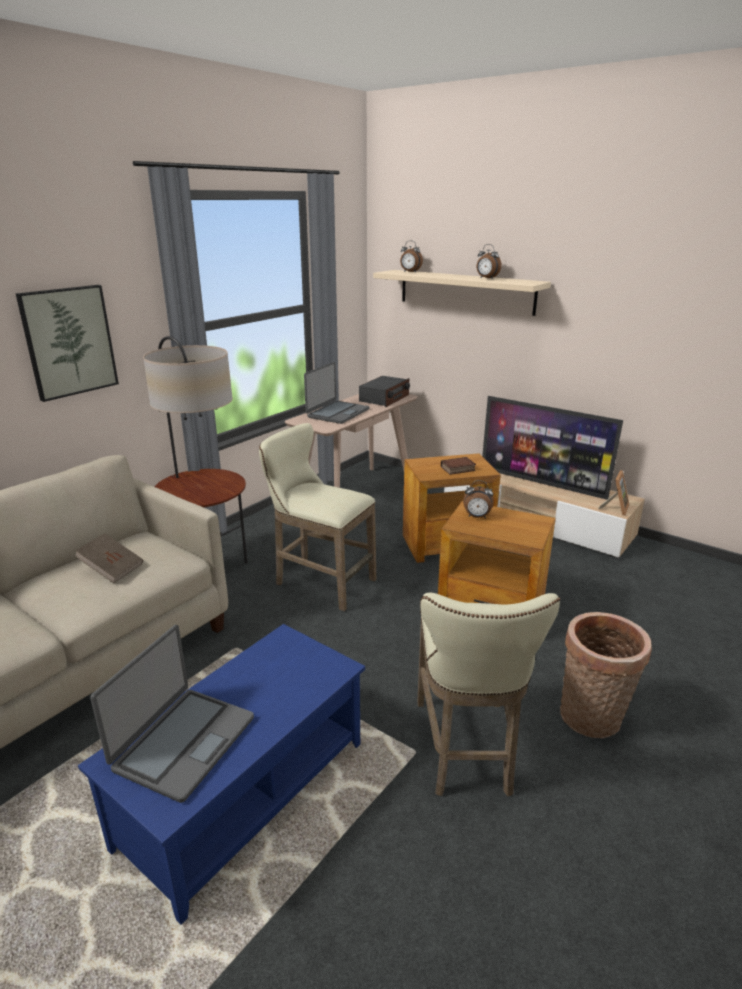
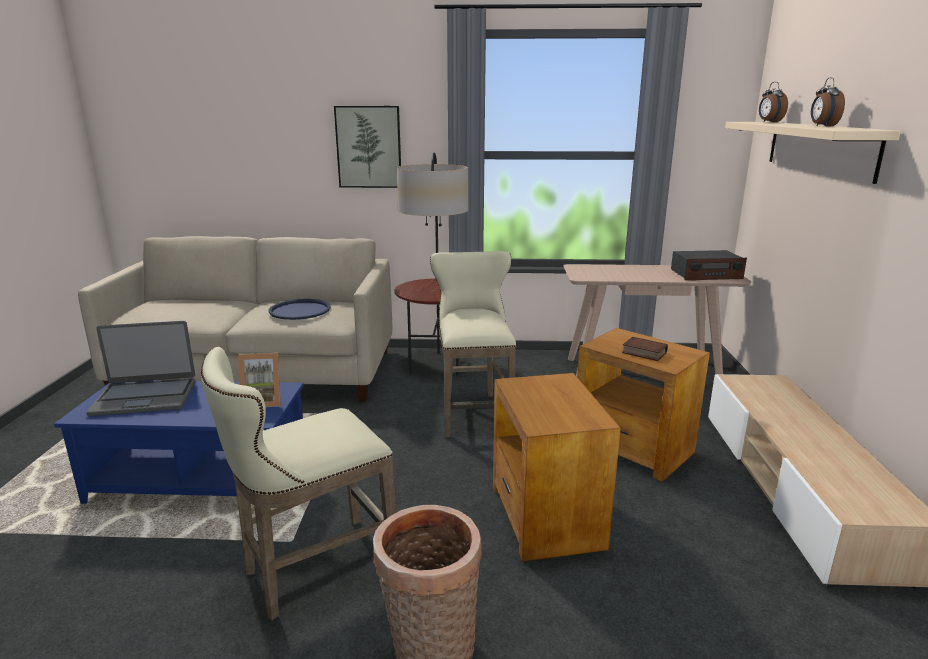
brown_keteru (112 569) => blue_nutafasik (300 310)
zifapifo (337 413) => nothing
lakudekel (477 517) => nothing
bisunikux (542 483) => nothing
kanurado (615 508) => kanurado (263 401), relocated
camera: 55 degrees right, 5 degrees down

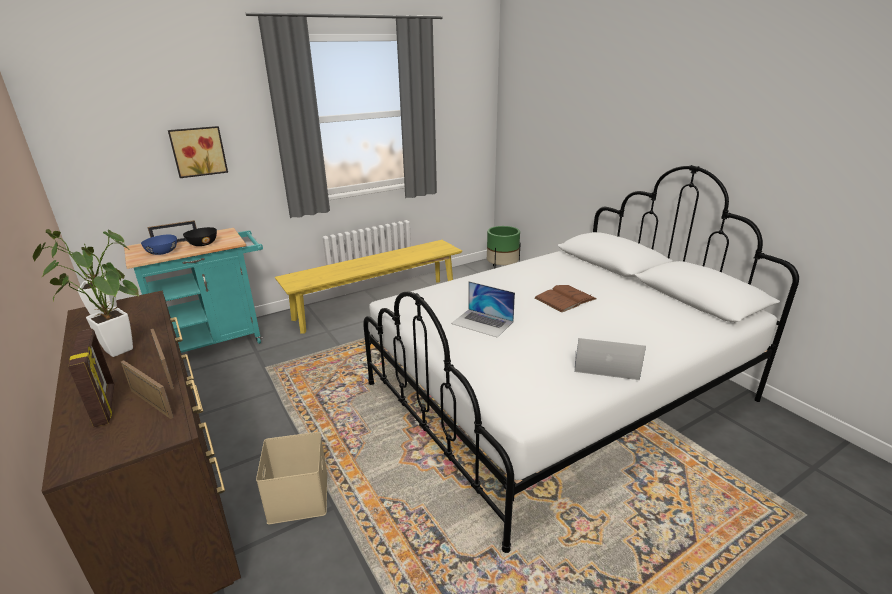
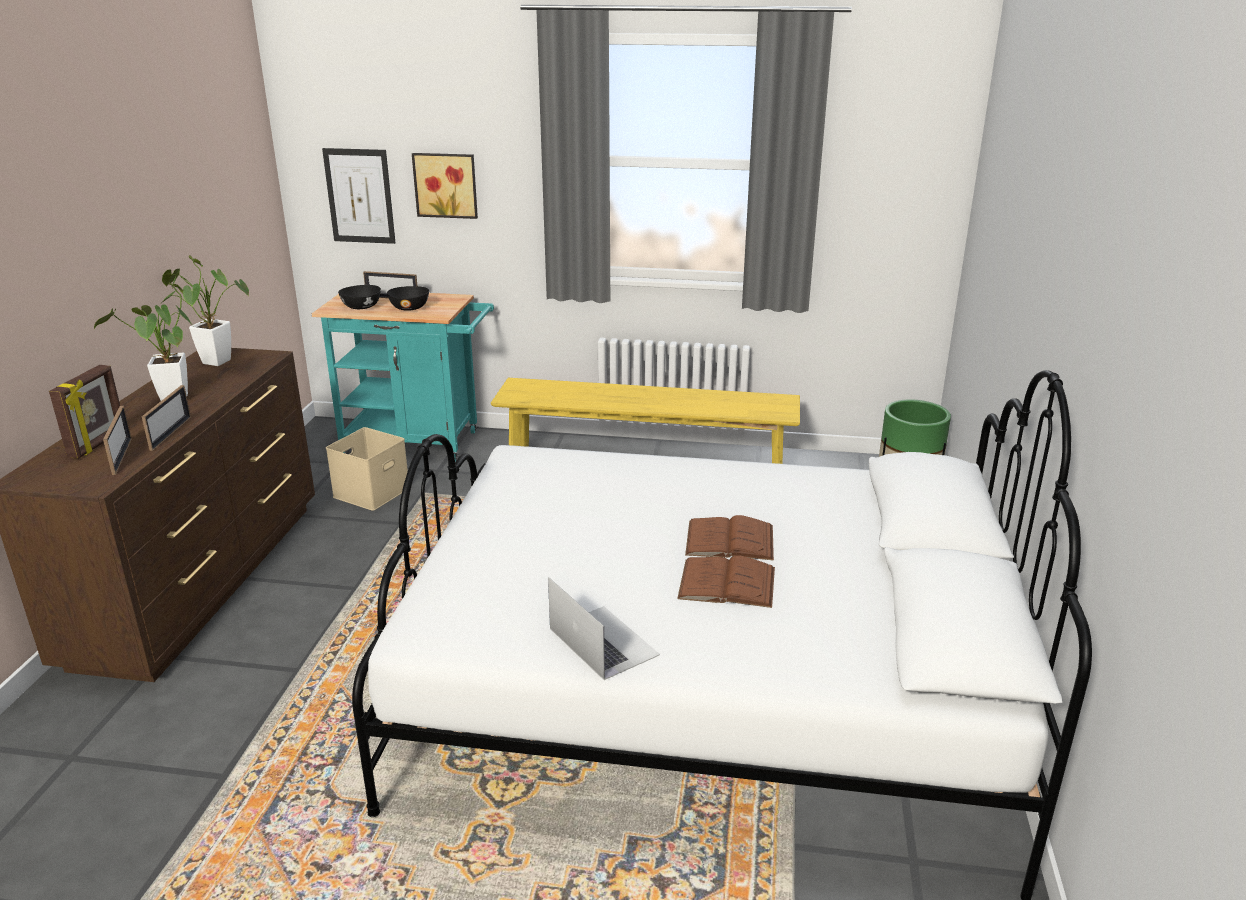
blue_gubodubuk (162 252) => black_gubodubuk (361 307)
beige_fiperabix (297 496) => beige_fiperabix (371 491), relocated
zifapifo (482 322) => nothing
nothing => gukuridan (359 196)
nothing => brown_keteru (727 583)
camera: 40 degrees right, 0 degrees up

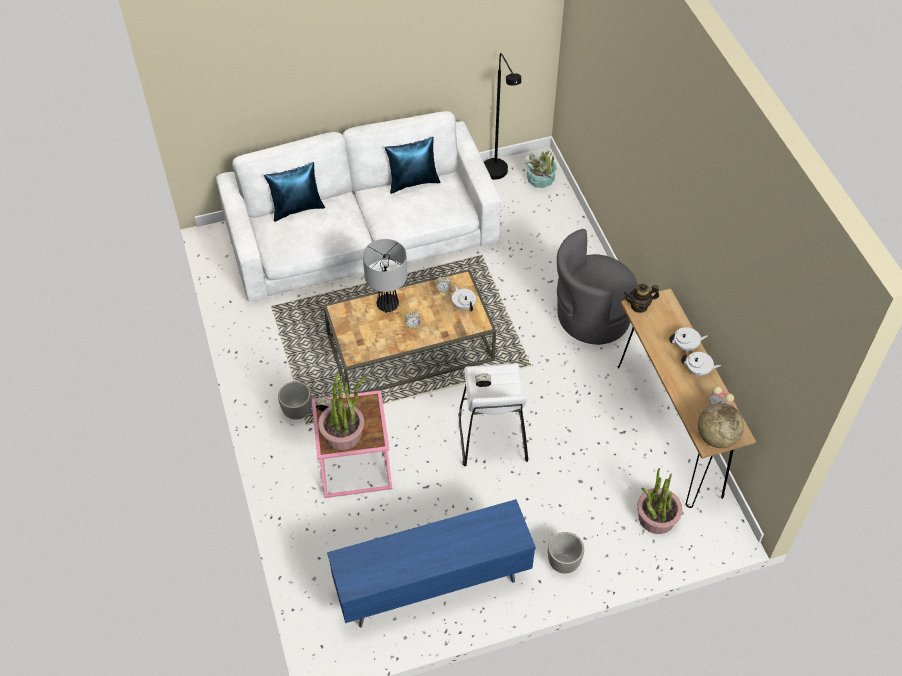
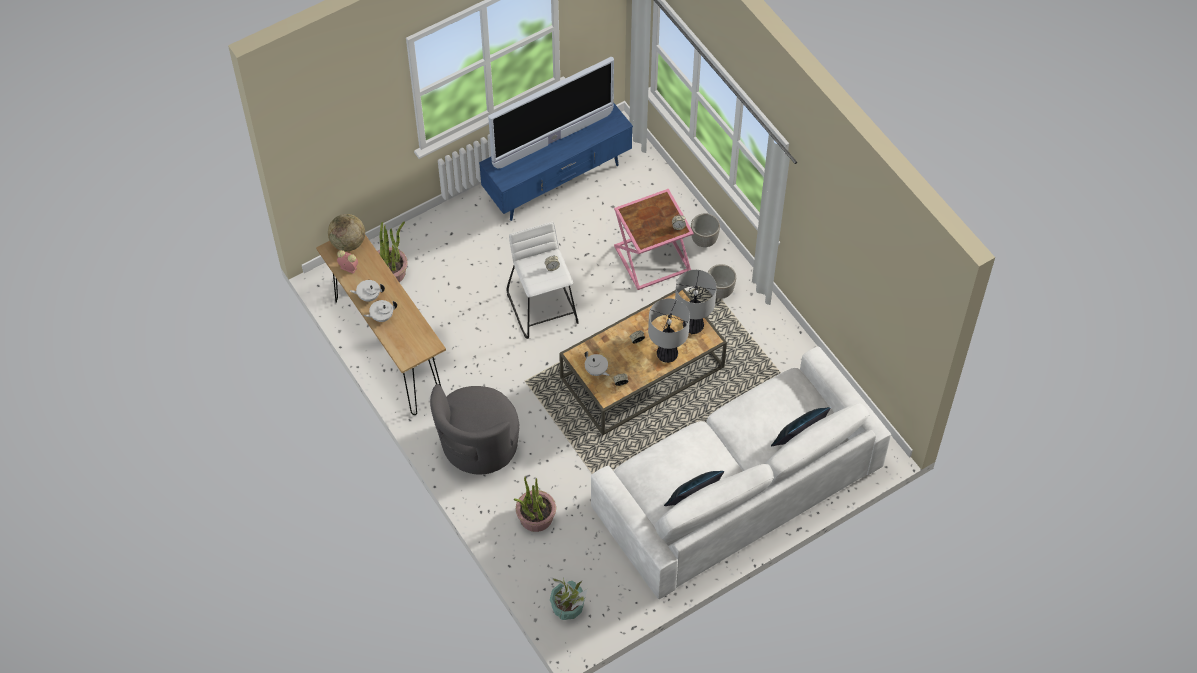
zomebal (343 433) => zomebal (536 517), relocated
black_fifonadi (498 175) => nothing
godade (563 563) => godade (704 240), relocated
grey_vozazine (591 317) => grey_vozazine (478 445), 150 degrees clockwise
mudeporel (639 306) => nothing
nothing => bisunikux (553 140)
nothing => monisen (693 326)
camera: 165 degrees right, 5 degrees up

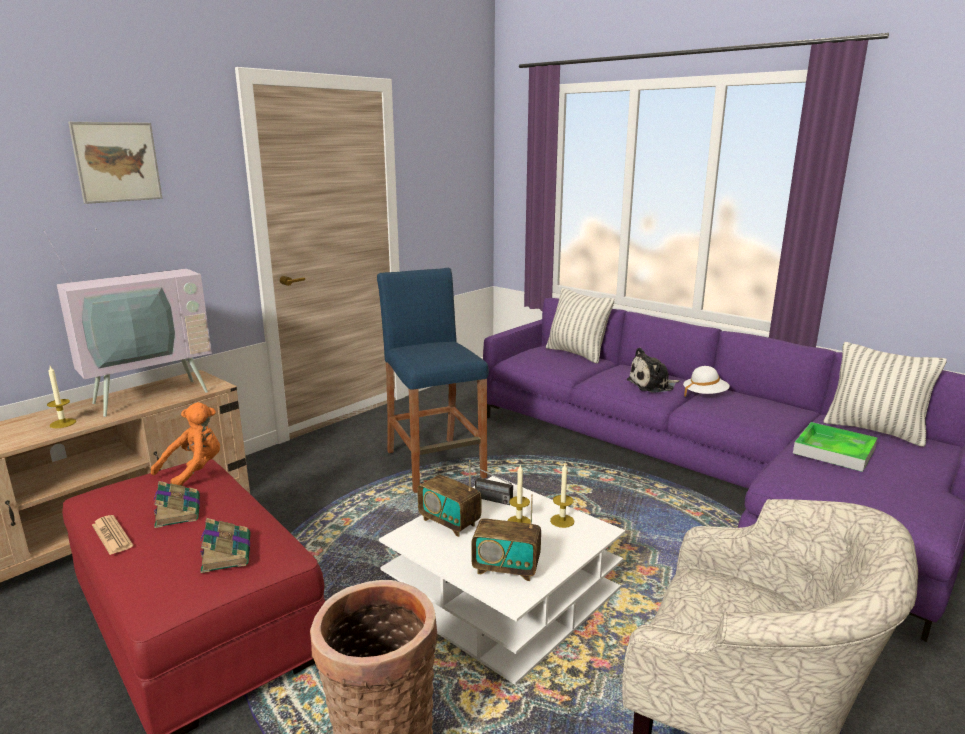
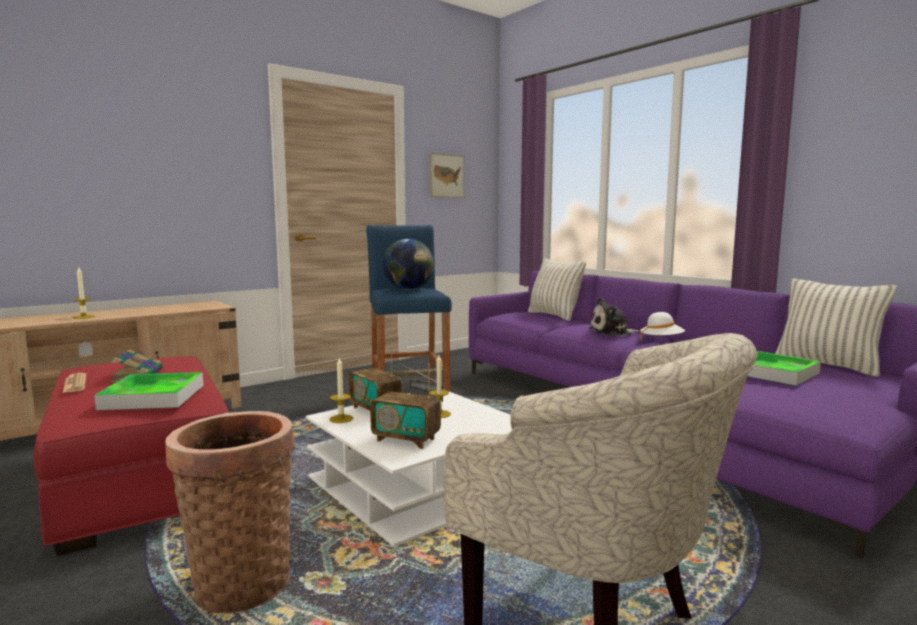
bisunikux (149 395) => nothing
gukuridan (117 162) => gukuridan (446 175), relocated
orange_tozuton (194 471) => nothing
keteru (226 553) => nutafasik (153 397)
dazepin (562 521) => dazepin (341 419), relocated
nothing => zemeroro (409 289)
camera: 10 degrees right, 10 degrees down

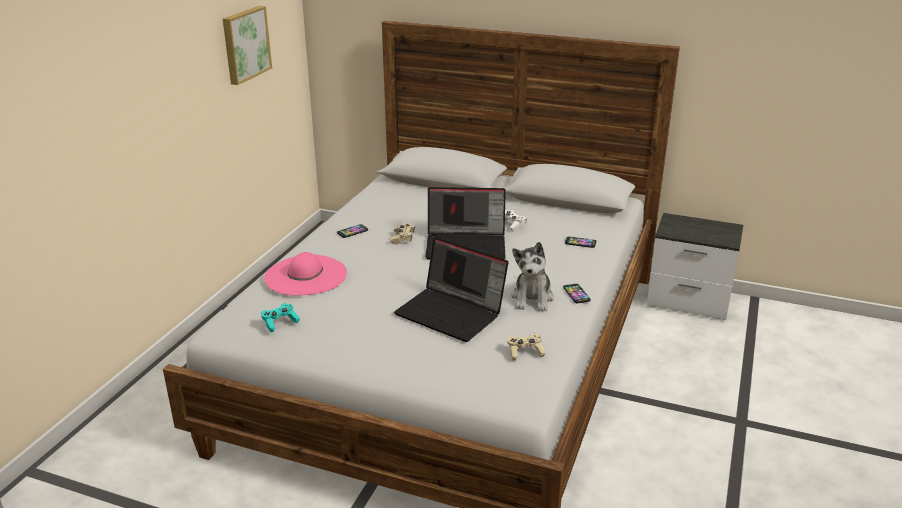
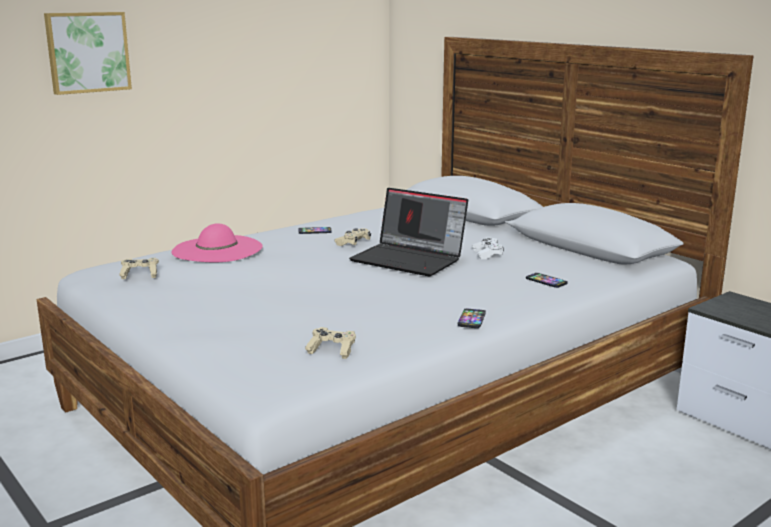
gukuridan (245 44) => gukuridan (87 52), relocated
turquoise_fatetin (280 323) => beige_fatetin (140 275)
zifapifo (452 313) => nothing
tozuton (532 298) => nothing
camera: 30 degrees right, 10 degrees down

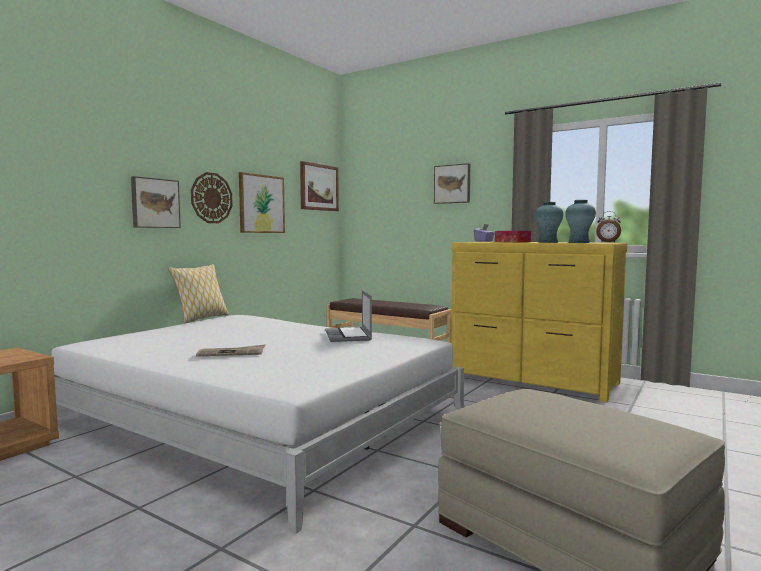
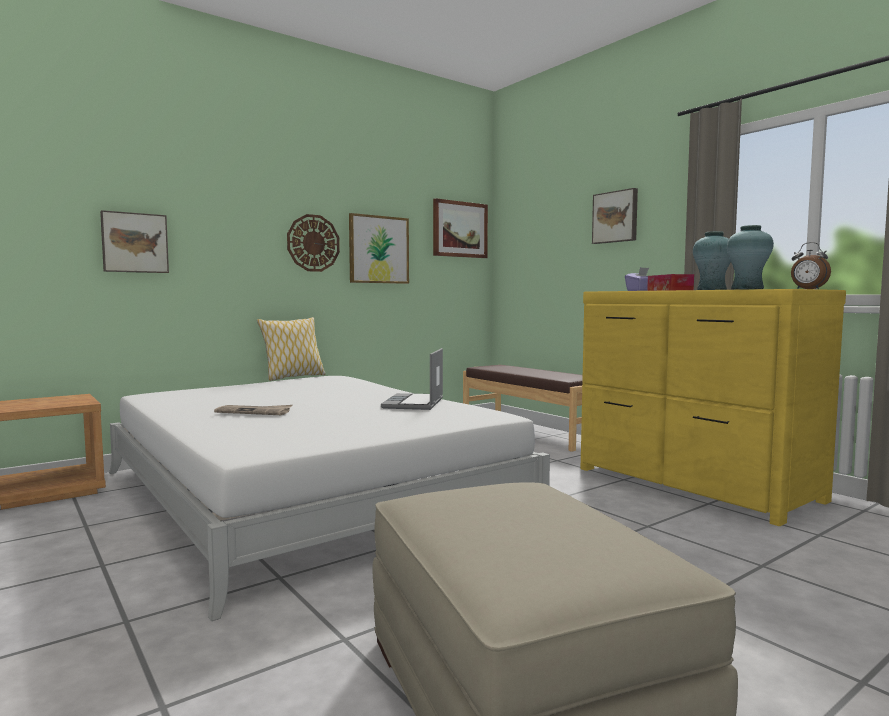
gukuridan (154 203) => gukuridan (134 243), relocated
camera: 20 degrees right, 0 degrees up

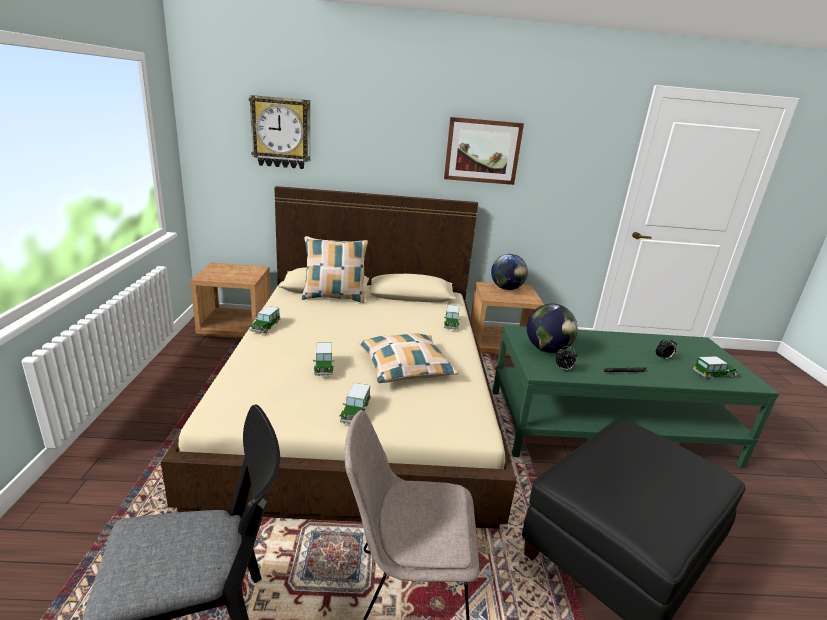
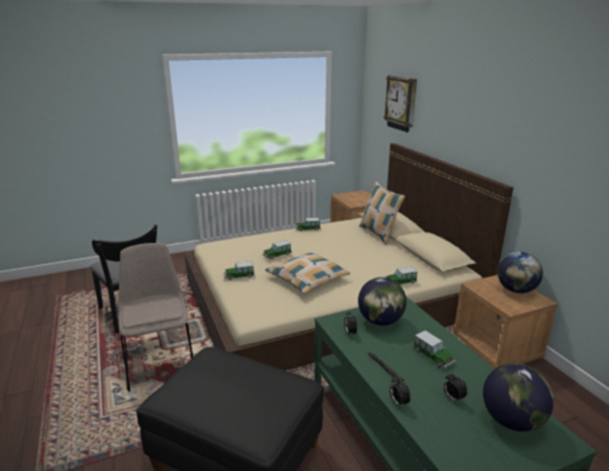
gukuridan (482 151) => nothing
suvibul (714 374) => suvibul (433 356), relocated
nothing => lakudekel (398 402)
nothing => zemeroro (511 421)
camera: 70 degrees right, 0 degrees up

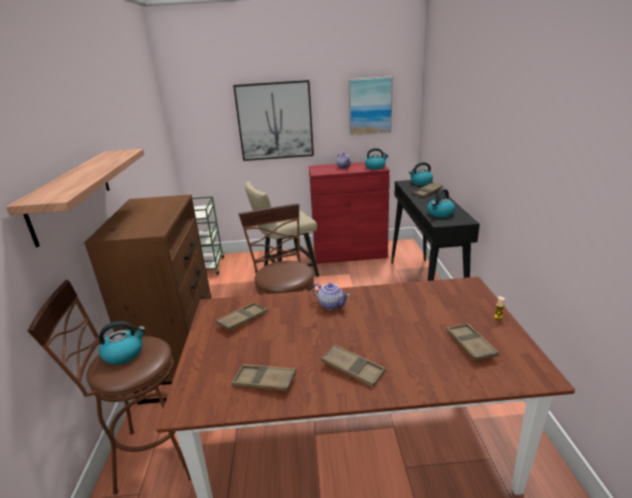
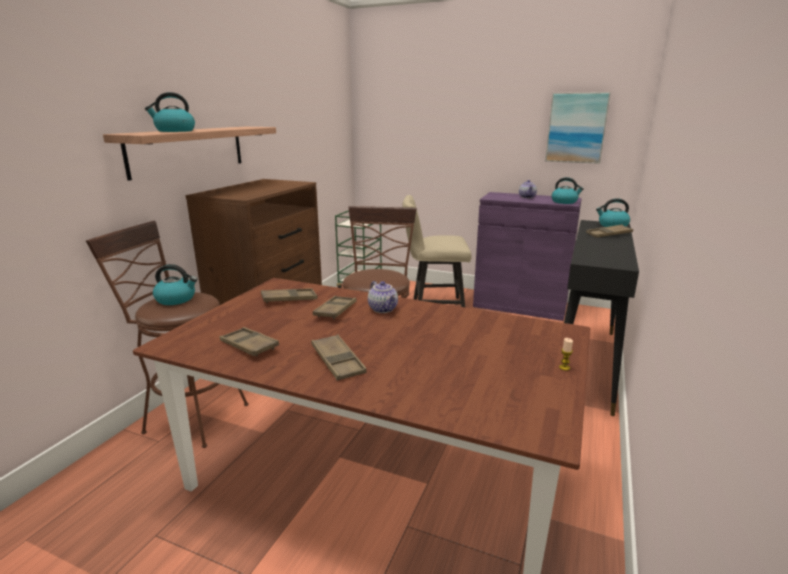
gukuridan (275 121) => nothing
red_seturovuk (349 253) => purple_seturovuk (520 305)
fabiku (440 214) => fabiku (174 131), relocated
brown_nutafasik (470 345) => brown_nutafasik (335 310), relocated
camera: 25 degrees right, 5 degrees down

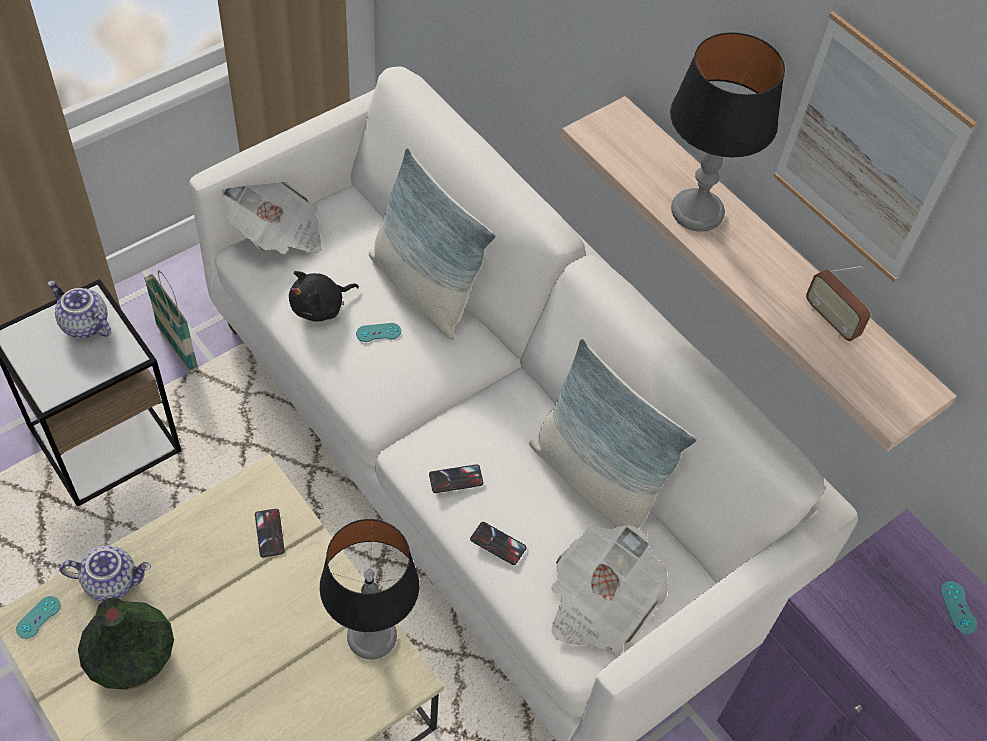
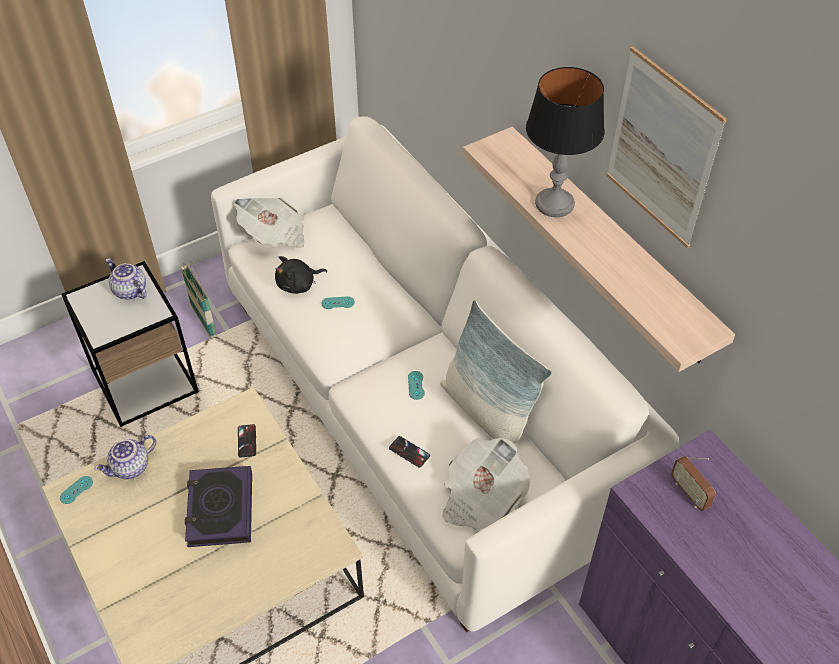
mudeporel (112 581) => mudeporel (131 468), 135 degrees clockwise
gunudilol (132 656) => nothing
monisen (372 636) => nothing
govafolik (423 289) => nothing
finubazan (456 479) => nothing
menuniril (831 320) => menuniril (689 493), relocated
turquoise_fatetin (958 607) => turquoise_fatetin (416 385), relocated
nothing => keteru (220 509)
camera: 10 degrees right, 5 degrees down

